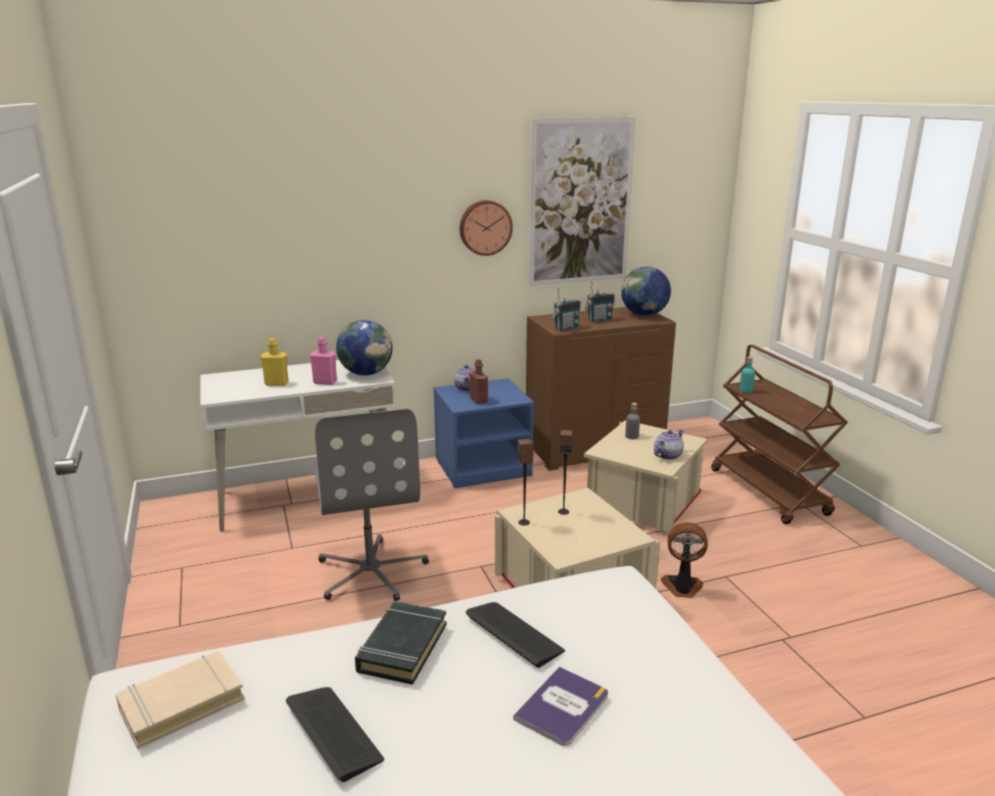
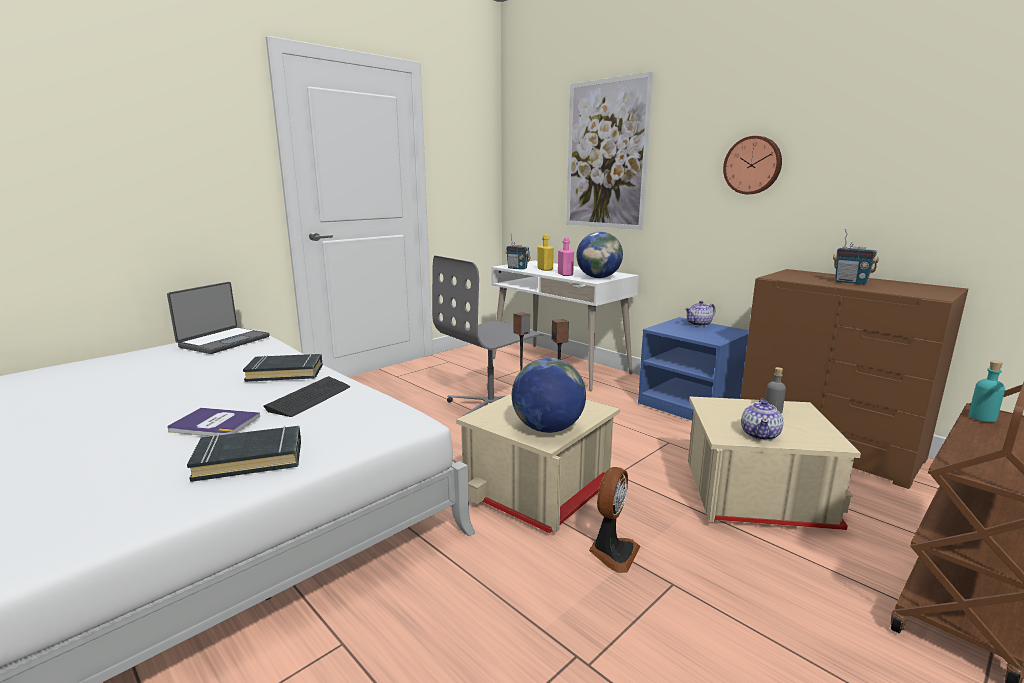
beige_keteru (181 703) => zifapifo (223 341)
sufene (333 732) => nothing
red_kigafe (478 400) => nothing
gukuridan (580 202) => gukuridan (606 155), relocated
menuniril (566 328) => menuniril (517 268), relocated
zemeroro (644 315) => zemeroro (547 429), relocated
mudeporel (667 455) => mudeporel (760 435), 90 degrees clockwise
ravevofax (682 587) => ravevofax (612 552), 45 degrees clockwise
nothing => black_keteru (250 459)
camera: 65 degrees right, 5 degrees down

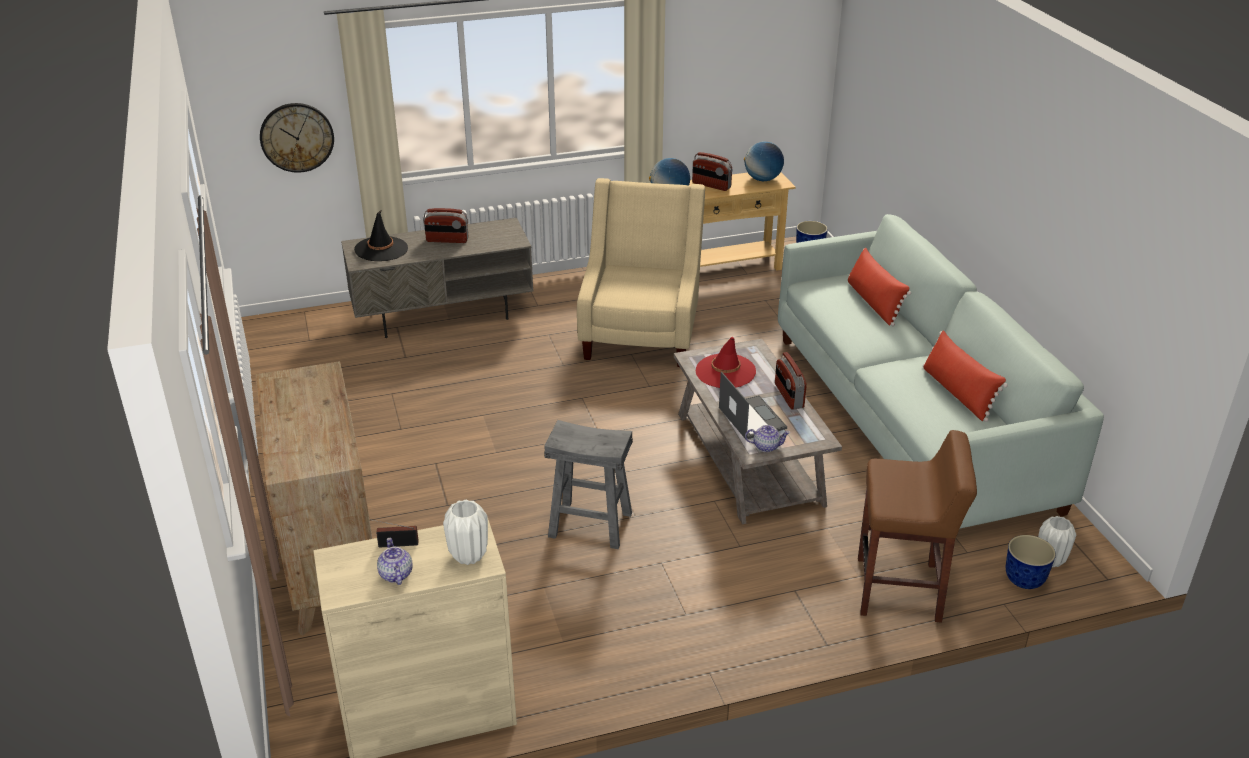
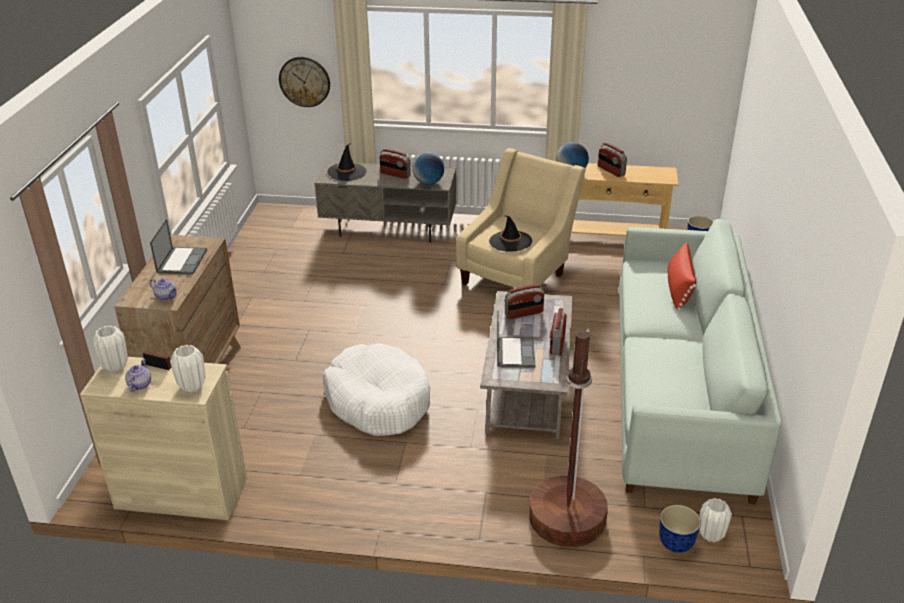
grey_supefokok (591 524) => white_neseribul (378 401)
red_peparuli (725 371) => menuniril (524 313)
zemeroro (762 179) => zemeroro (428 183), relocated
mudeporel (766 446) => mudeporel (166 296), relocated
brown_supefokok (900 590) => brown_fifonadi (567 518)
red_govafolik (957 393) => nothing
nothing => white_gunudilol (115 366)
nothing => zifapifo (182 261)
nothing => black_peparuli (510 241)
camera: 25 degrees right, 0 degrees up

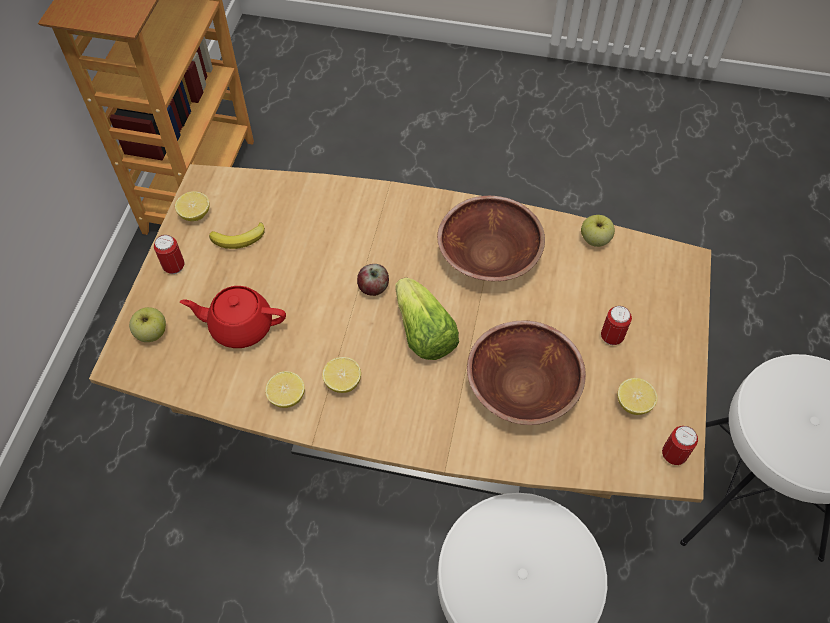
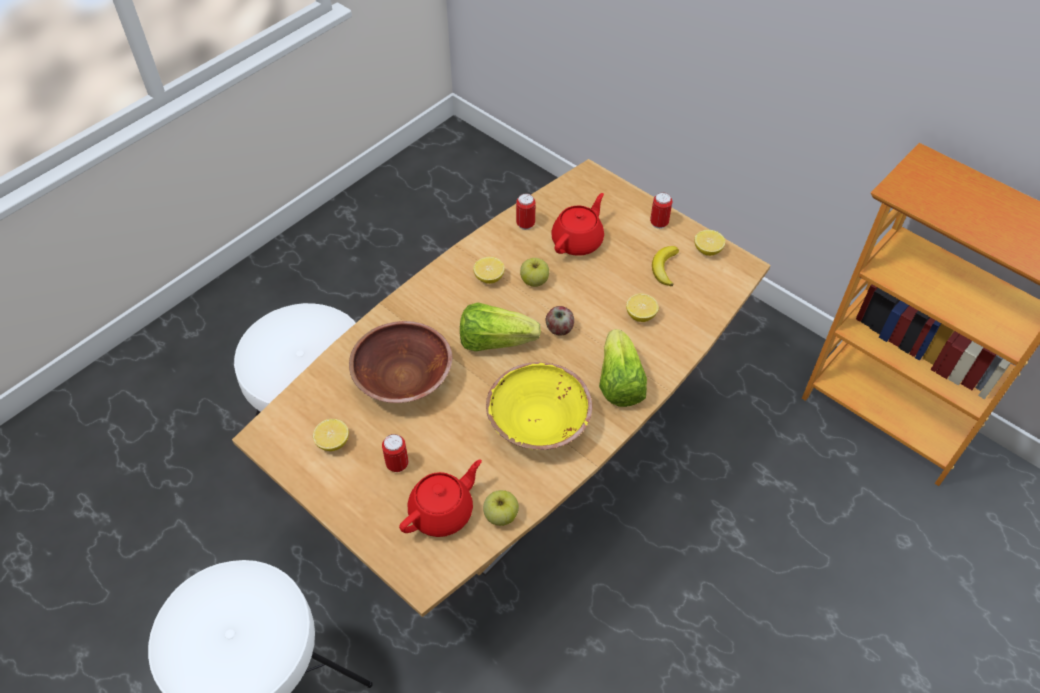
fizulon (151 333) => fizulon (534 281), relocated
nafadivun (287 396) => nafadivun (640 315), relocated
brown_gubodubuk (489 256) => yellow_gubodubuk (538 422)
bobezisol (673 455) => bobezisol (525 224), relocated
nothing => red_mudeporel (442 512)
nothing => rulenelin (619 383)
camera: 120 degrees right, 5 degrees down

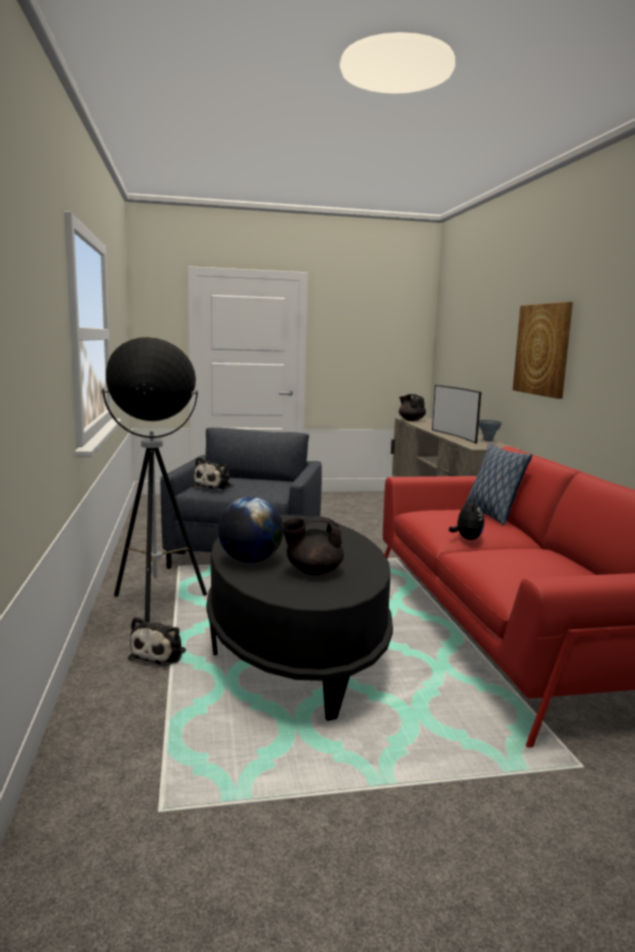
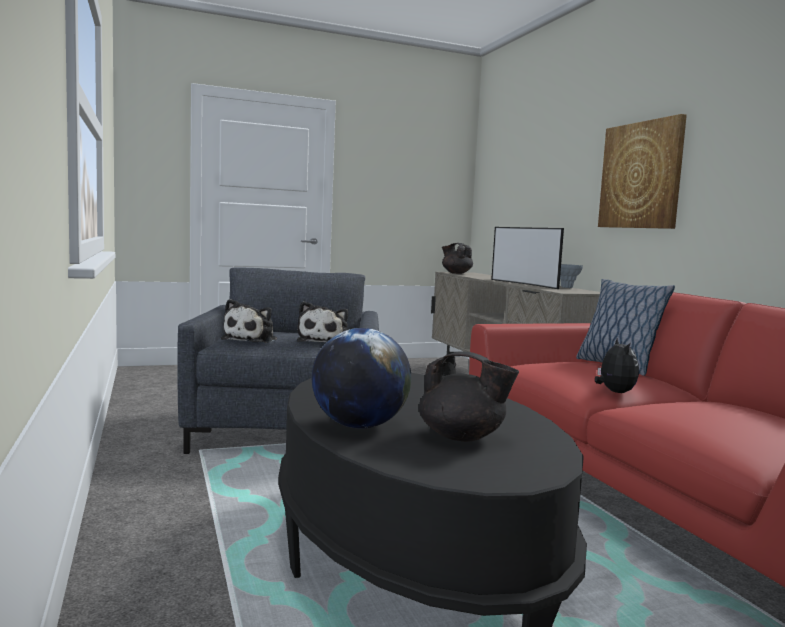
fifonadi (155 609) => nothing
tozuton (160 654) => tozuton (324 340), relocated
black_mudeporel (313 571) => black_mudeporel (462 437), 135 degrees counterclockwise
camera: 10 degrees left, 5 degrees down

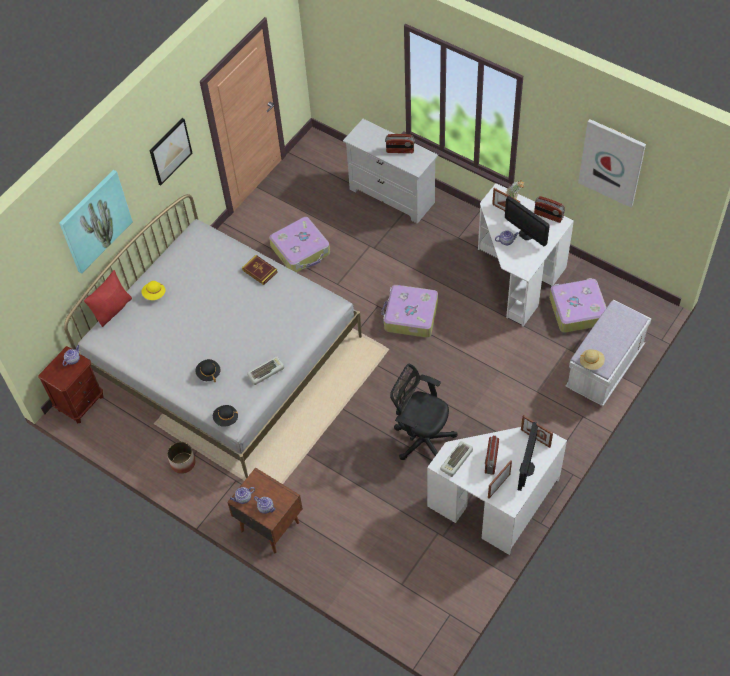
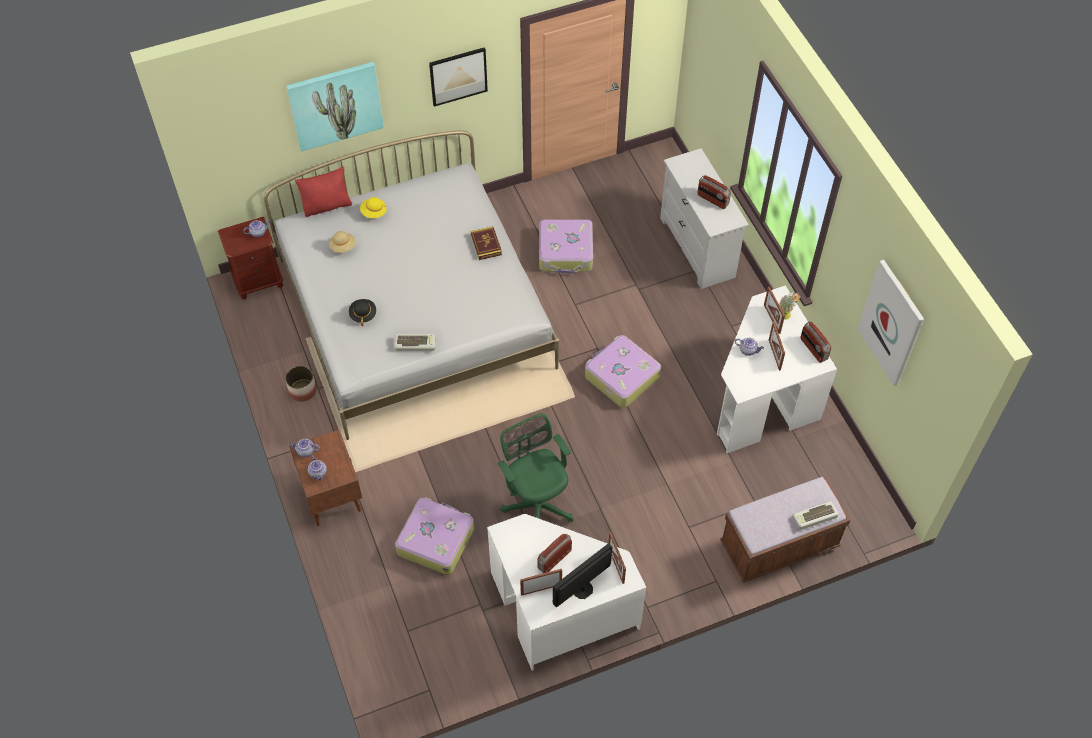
black_peparuli (226 419) => nothing
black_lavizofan (422 439) => green_lavizofan (537 504)
sufene (457 461) => sufene (814 518), relocated
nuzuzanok (526 234) => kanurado (774 355)
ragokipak (577 310) => ragokipak (435 540), relocated
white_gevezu (604 368) => brown_gevezu (779 546)
beige_peparuli (591 362) => beige_peparuli (343 247), relocated
camera: 30 degrees right, 0 degrees up

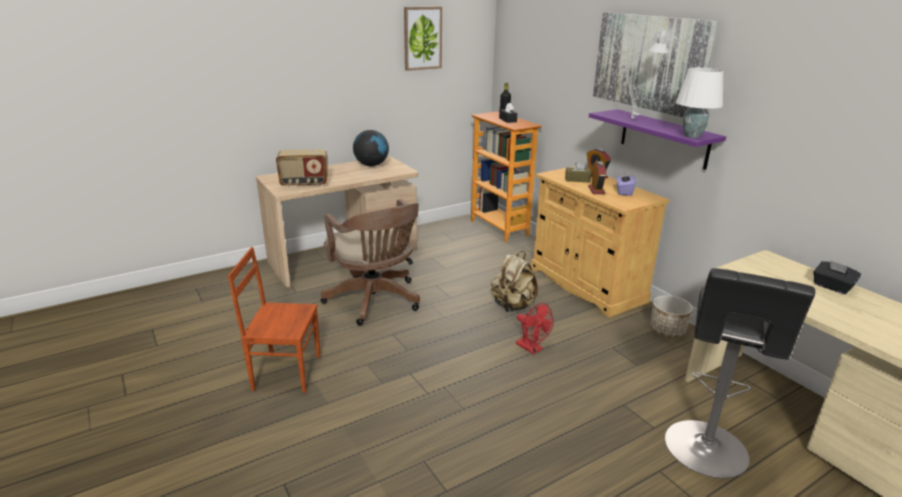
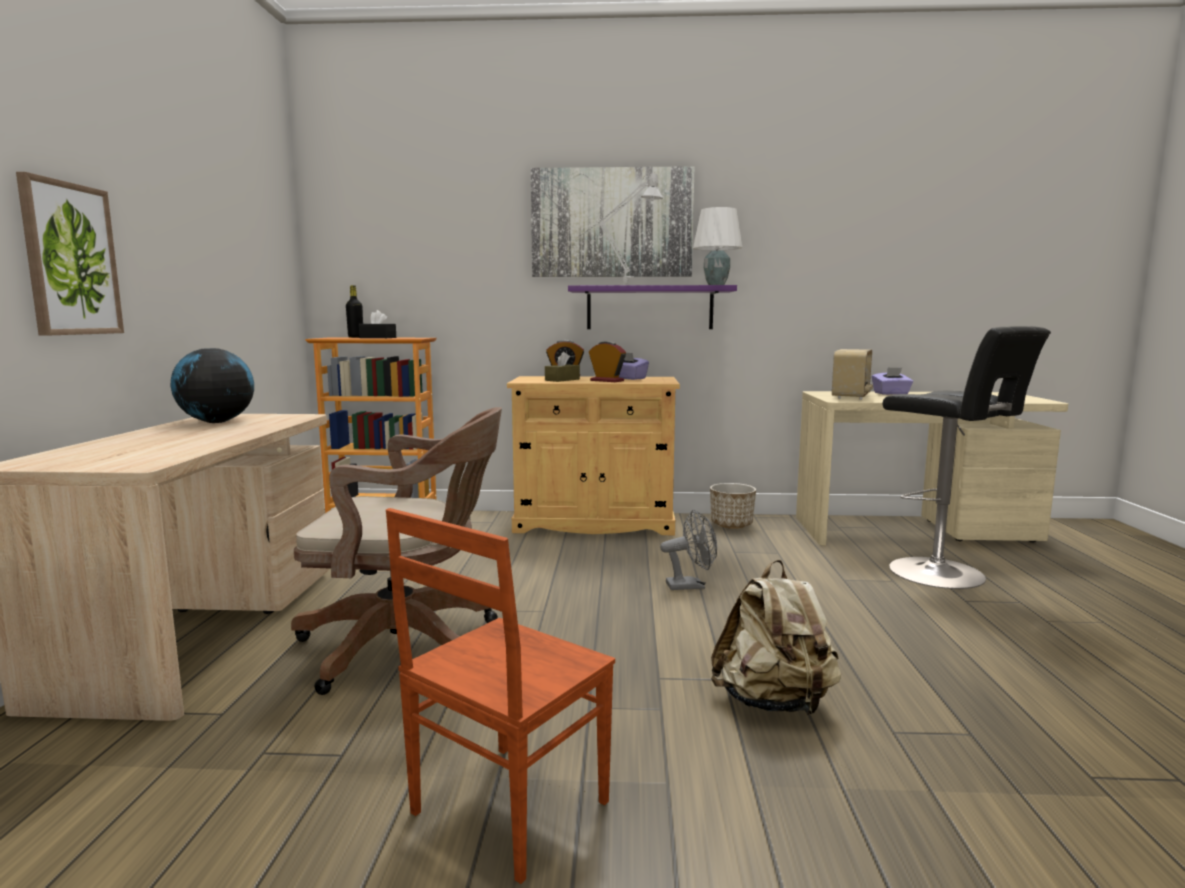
menuniril (304 184) => menuniril (851 396), relocated
gukuridan (422 38) => gukuridan (70 259), relocated
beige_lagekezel (512 306) => beige_lagekezel (773 703), relocated
red_ravevofax (532 349) => grey_ravevofax (691 585)
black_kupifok (832 287) => purple_kupifok (891 393)
camera: 55 degrees left, 15 degrees down

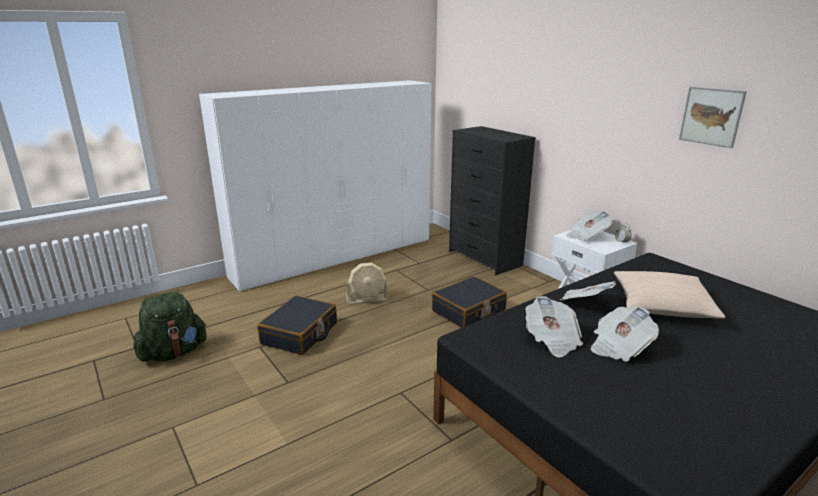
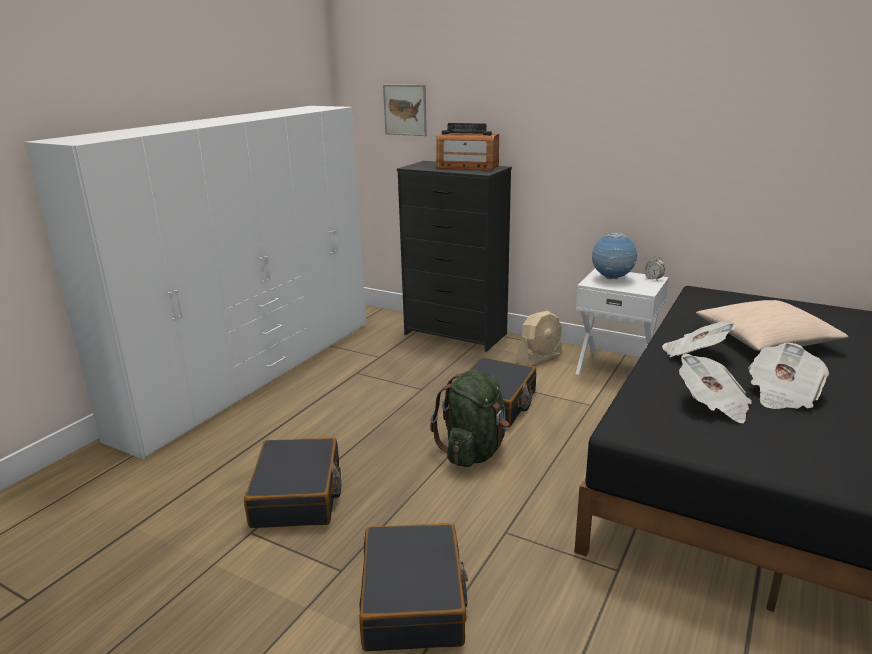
green_lagekezel (174 353) => green_lagekezel (474 451), relocated
beige_ravevofax (367 299) => beige_ravevofax (539 358), relocated
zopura (586 236) => zemeroro (612 279)
gukuridan (711 116) => gukuridan (405 110), relocated
nothing => black_ragokipak (413 600)
nothing => menuniril (467 167)
camera: 25 degrees left, 0 degrees up

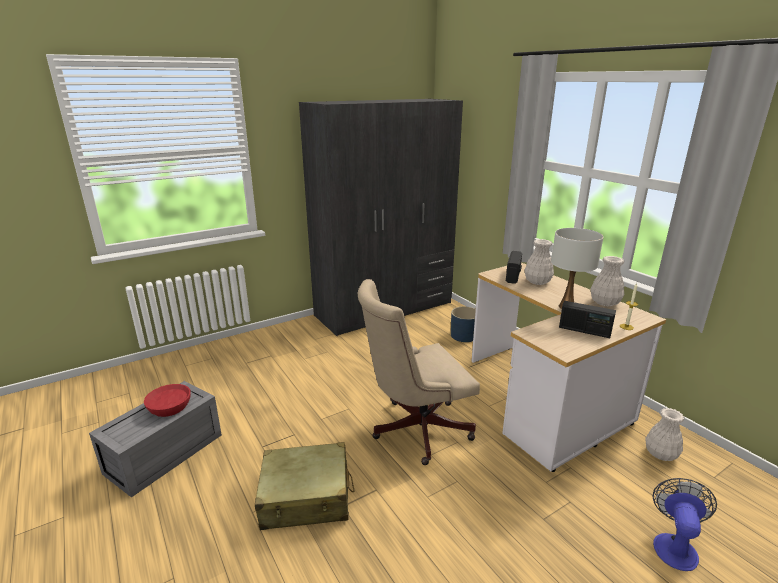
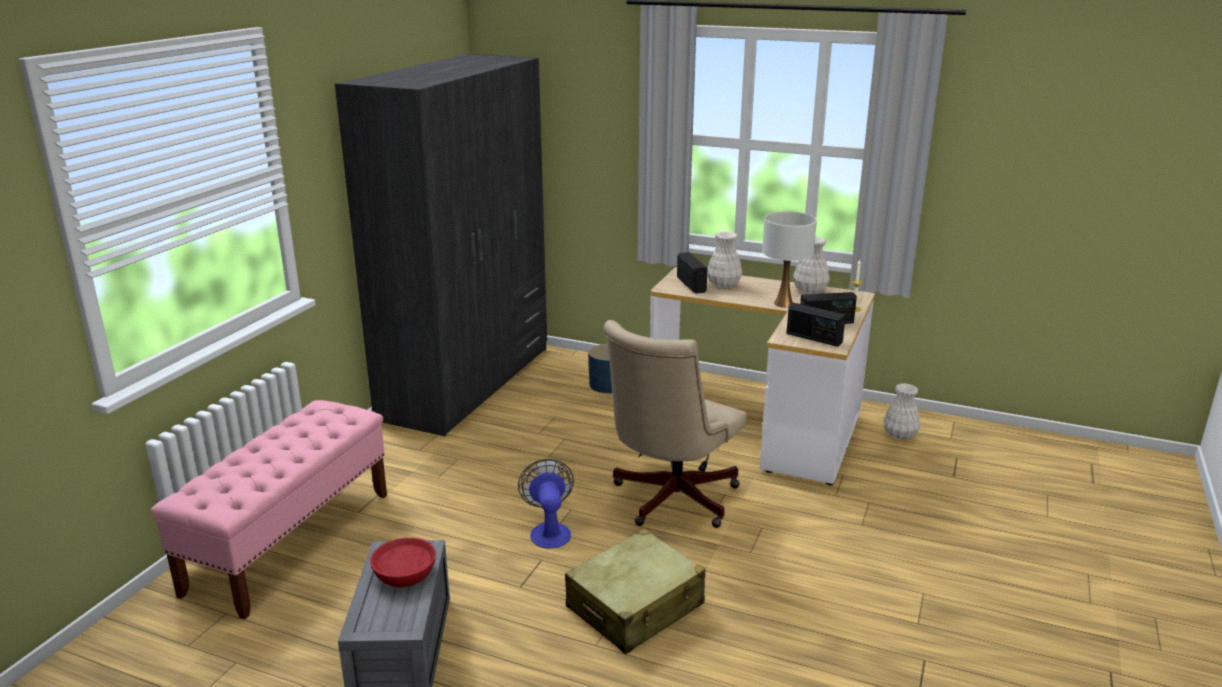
ravevofax (674 545) => ravevofax (549 531), relocated
nothing => pink_gevezu (290 541)
nothing => menuniril (814 338)
camera: 35 degrees left, 0 degrees up

